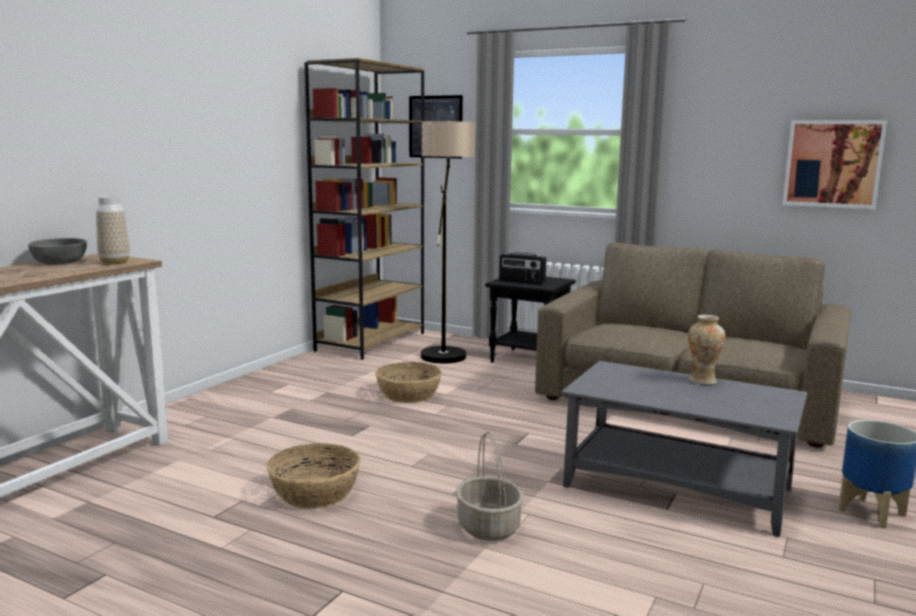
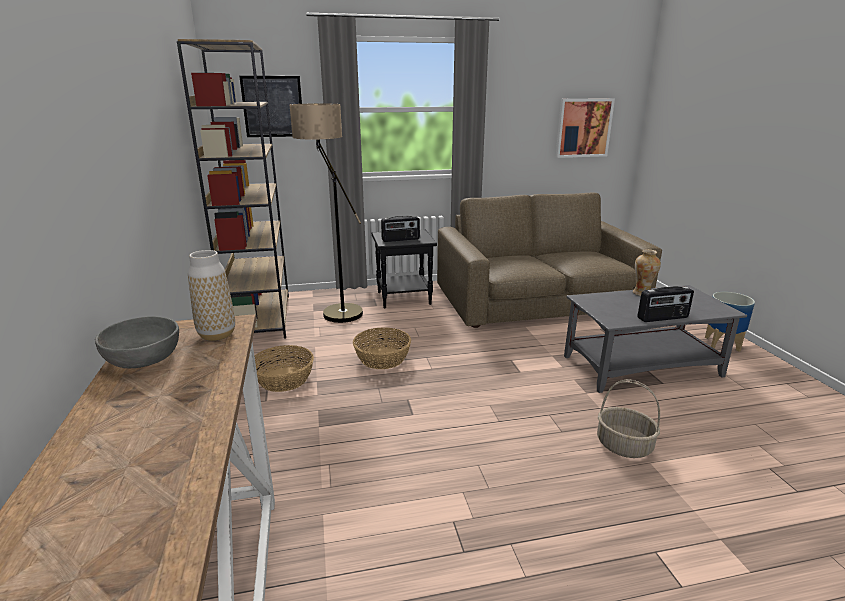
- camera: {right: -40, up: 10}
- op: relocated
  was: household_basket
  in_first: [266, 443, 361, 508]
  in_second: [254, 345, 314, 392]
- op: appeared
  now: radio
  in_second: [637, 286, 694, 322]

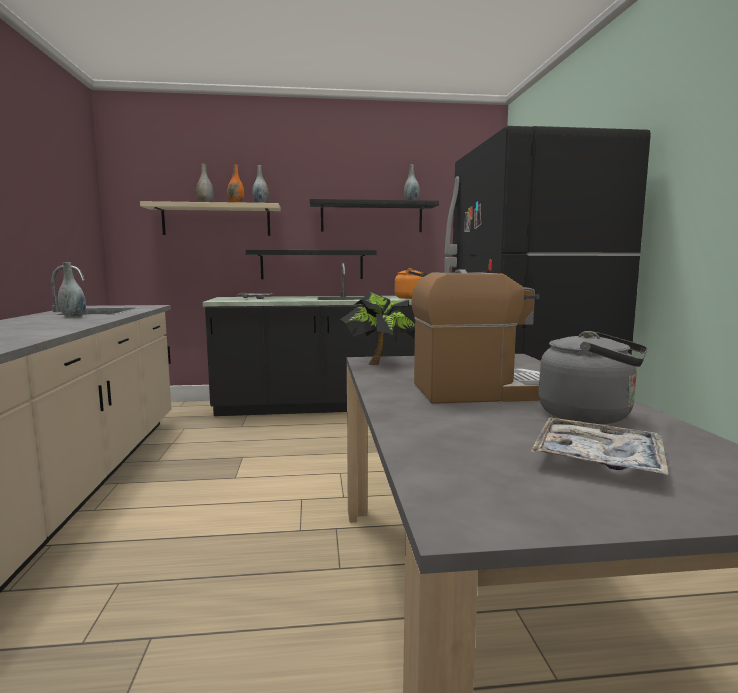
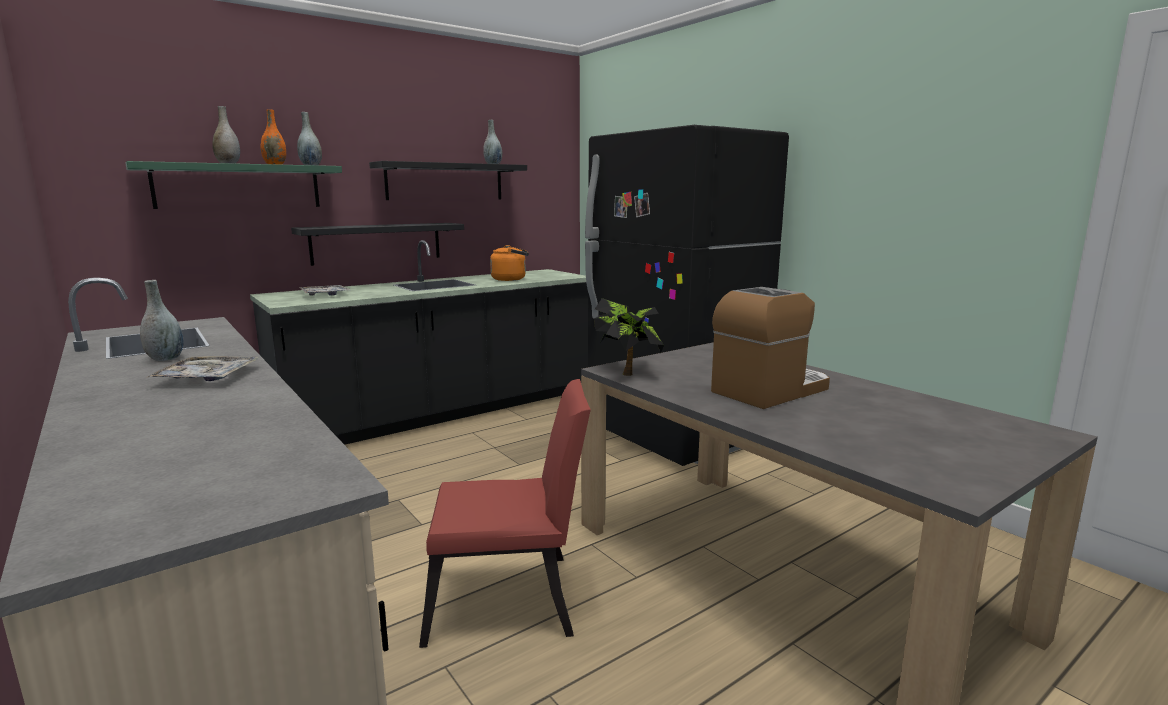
- camera: {right: -30, up: 5}
- op: colour
  was: beige-coloured_wall_shelf
  now: green-coloured_wall_shelf
  in_first: [140, 201, 281, 236]
  in_second: [125, 161, 342, 209]
- op: missing
  was: gray_tea_kettle
  in_first: [539, 331, 648, 424]
- op: relocated
  was: tray
  in_first: [531, 417, 668, 475]
  in_second: [146, 356, 259, 381]
- op: appeared
  now: reddish_plain_chair
  in_second: [419, 379, 591, 648]

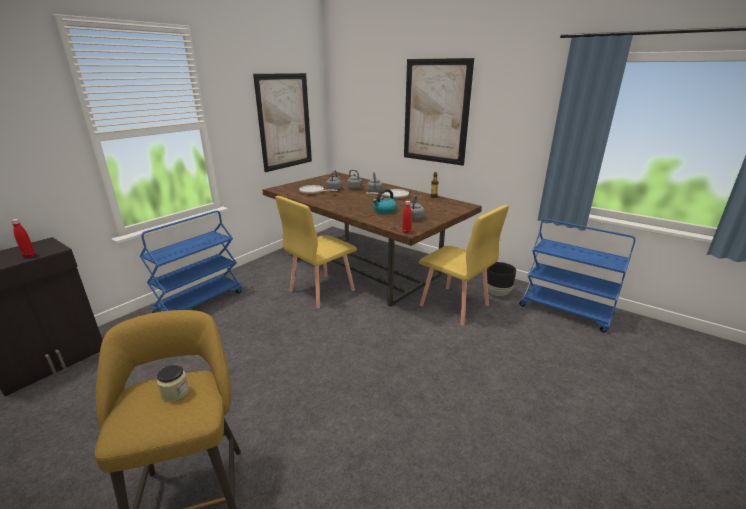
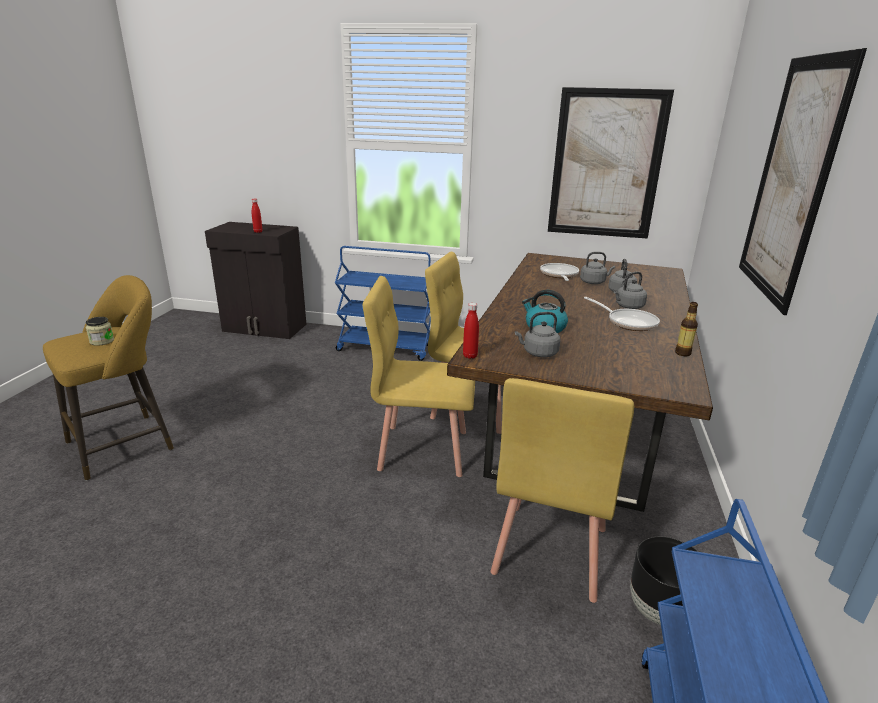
- camera: {right: 65, up: 0}
- op: appeared
  now: yellow-coloured_plain_chair
  in_second: [363, 276, 475, 477]

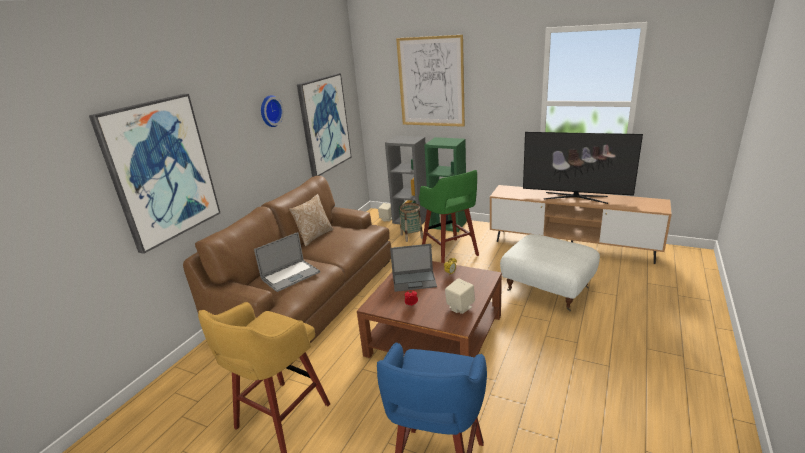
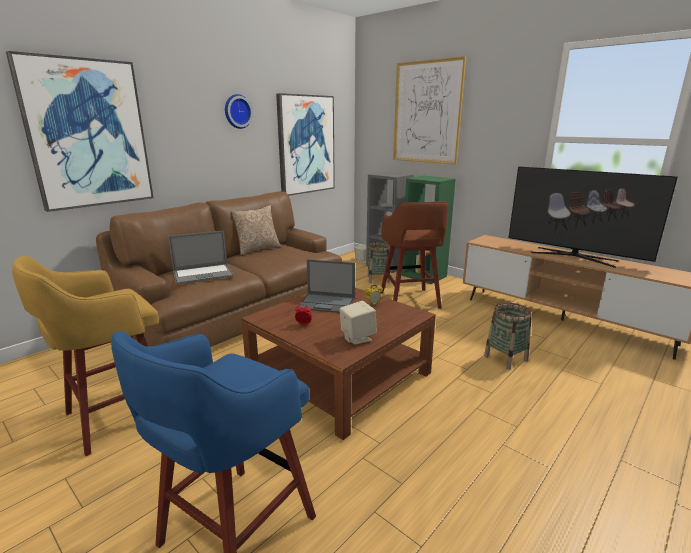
- camera: {right: 15, up: -5}
- op: colour
  was: green-coloured_stool_seat
  now: brownish_stool_seat
  in_first: [419, 170, 479, 263]
  in_second: [380, 202, 448, 309]
- op: exchanged
  was: white-coloured_ottoman
  now: household_basket
  in_first: [500, 234, 600, 311]
  in_second: [484, 303, 532, 370]

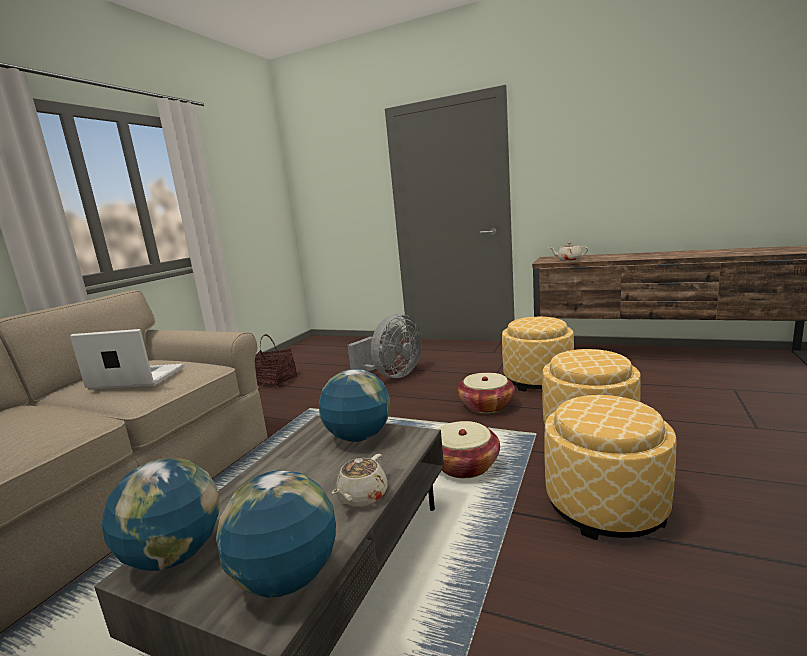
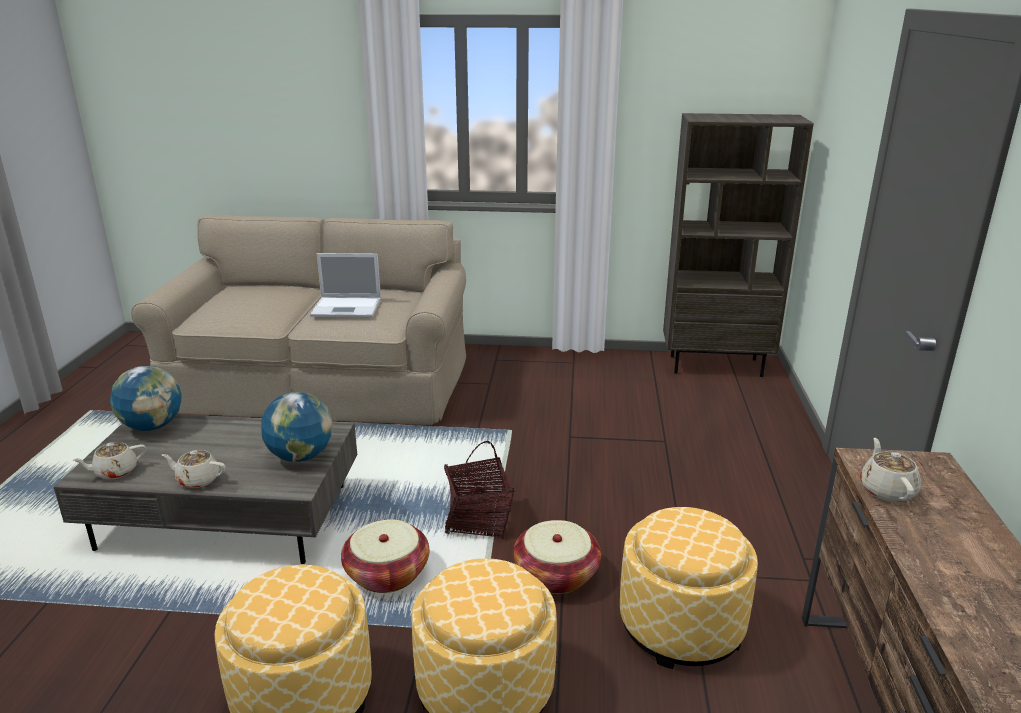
- camera: {right: 70, up: 10}
- op: missing
  was: gray_electric_fan
  in_first: [347, 314, 422, 378]
- op: spun
  was: notebook_computer
  in_first: [70, 329, 184, 390]
  in_second: [310, 253, 381, 317]
  clockwise: 105
- op: relocated
  was: household_basket
  in_first: [255, 334, 297, 388]
  in_second: [444, 441, 514, 539]
- op: exchanged
  was: desk_globe
  now: beige-coloured_pot_for_tea
  in_first: [216, 470, 336, 598]
  in_second: [72, 442, 146, 479]
- op: appeared
  now: brownish_bookshelf
  in_second: [663, 113, 814, 377]

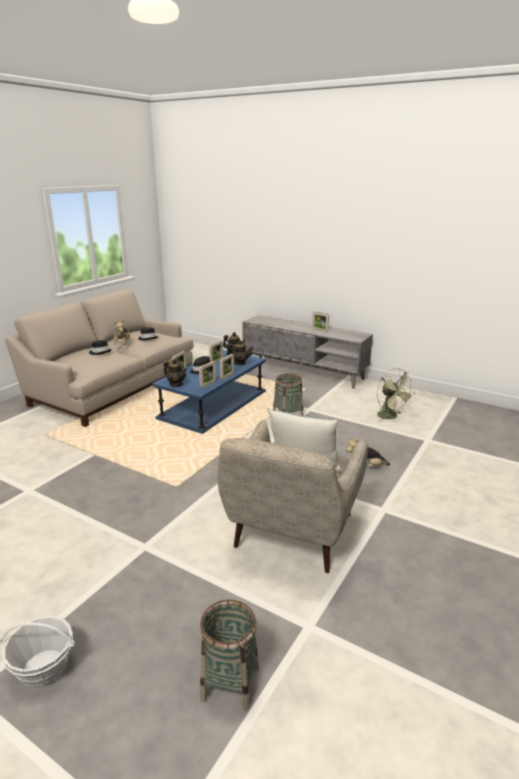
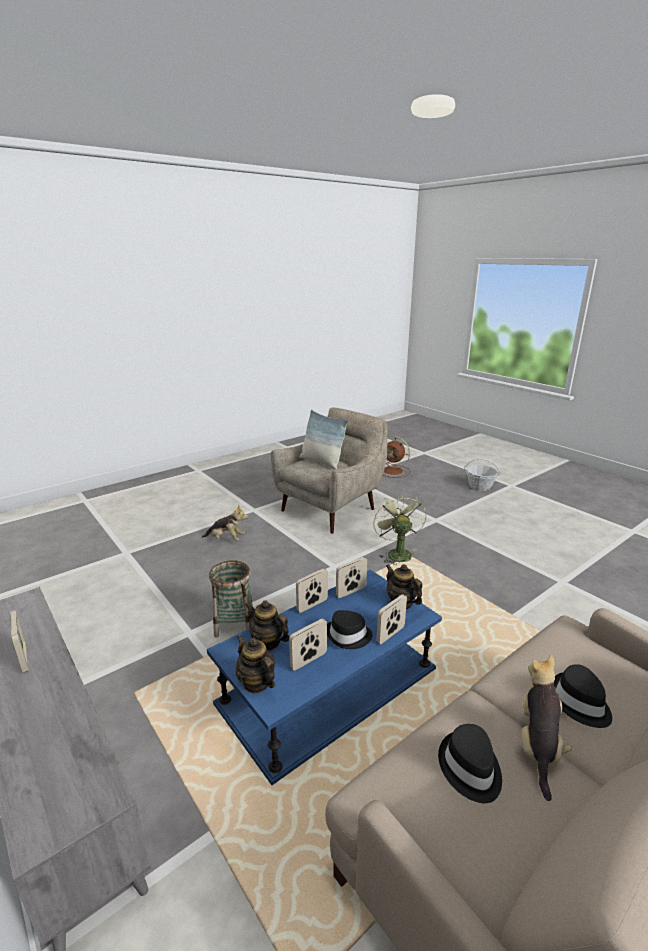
- camera: {right: -160, up: 0}
- op: relocated
  was: green-coloured_electric_fan
  in_first: [377, 368, 416, 422]
  in_second: [373, 493, 426, 565]
- op: exchanged
  was: household_basket
  now: brownish_electric_fan
  in_first: [200, 600, 259, 711]
  in_second: [383, 435, 410, 478]

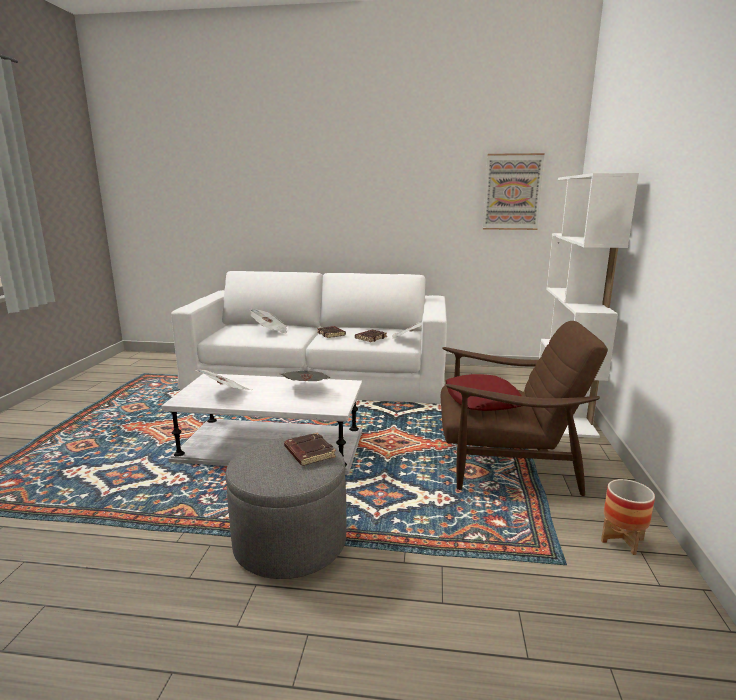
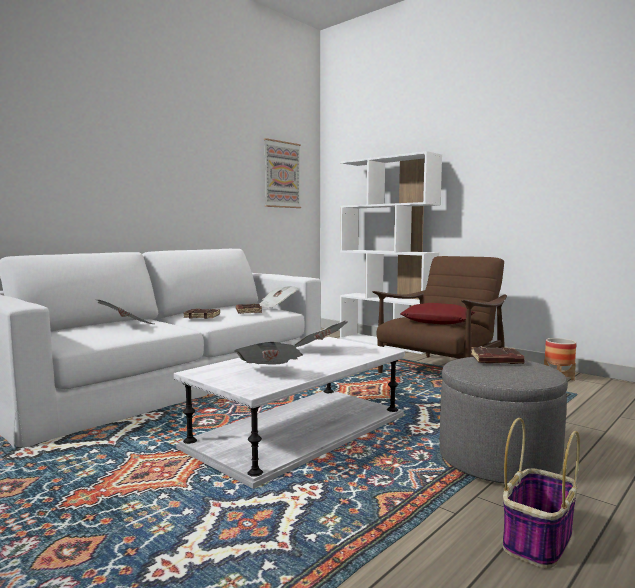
- camera: {right: -55, up: -10}
- op: appeared
  now: household_basket
  in_second: [503, 418, 580, 569]

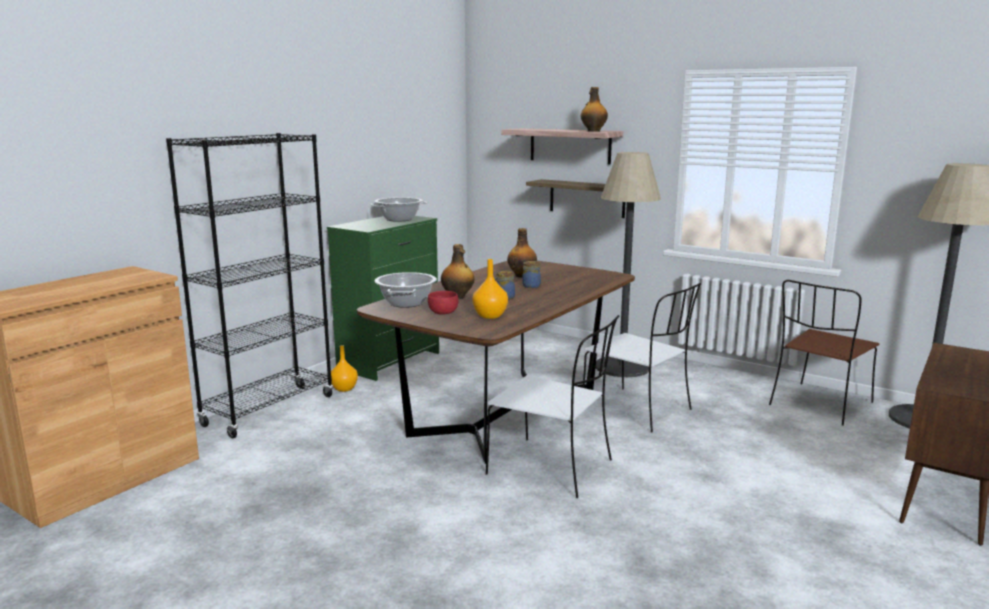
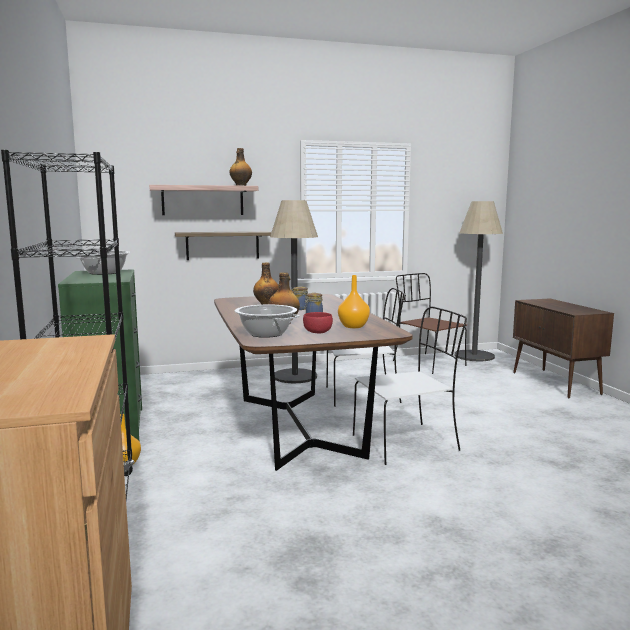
- camera: {right: -50, up: -5}
- op: spun
  was: brownish_plain_chair
  in_first: [769, 280, 880, 426]
  in_second: [393, 273, 467, 374]
  clockwise: 150

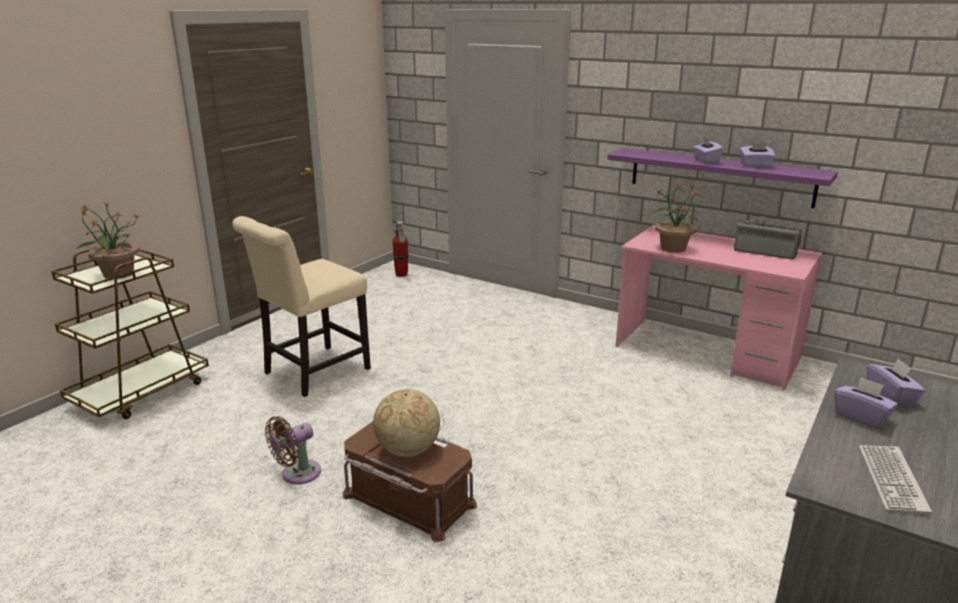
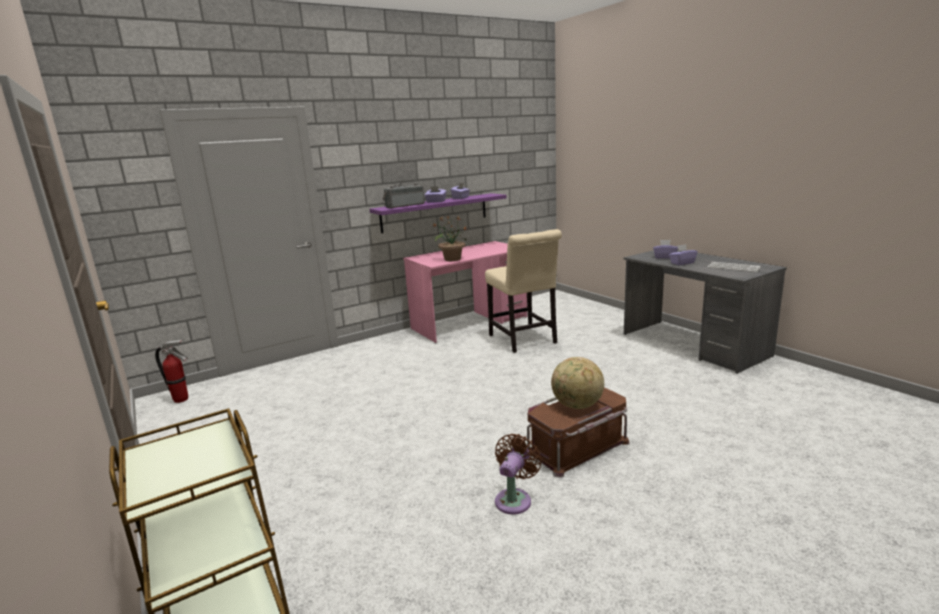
- camera: {right: -65, up: -5}
- op: missing
  was: potted_plant
  in_first: [76, 201, 140, 279]
- op: relocated
  was: beige-coloured_plain_chair
  in_first: [232, 216, 371, 397]
  in_second: [485, 229, 562, 353]
- op: relocated
  was: radio
  in_first: [734, 220, 802, 260]
  in_second: [383, 183, 425, 209]
- op: spun
  was: brownish_electric_fan
  in_first: [265, 416, 321, 484]
  in_second: [495, 434, 542, 515]
  clockwise: -135

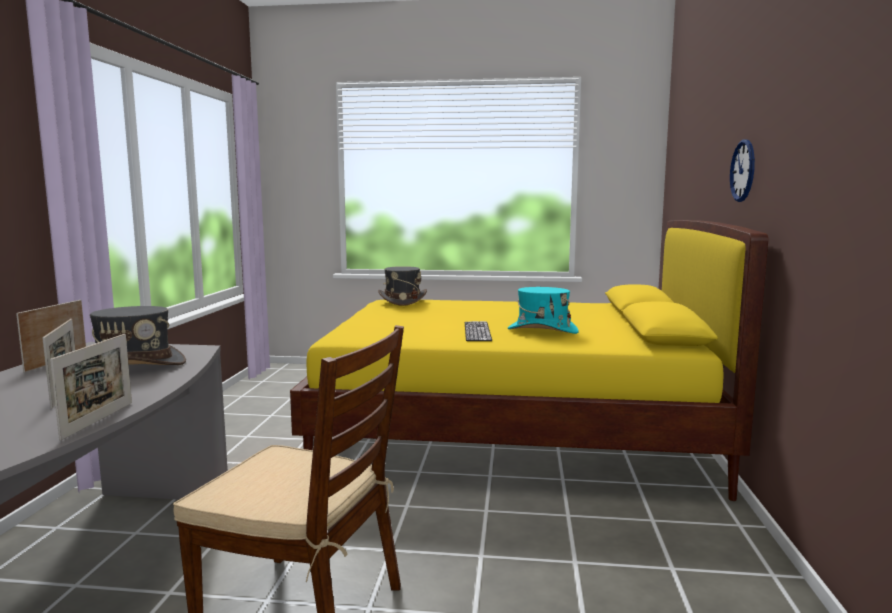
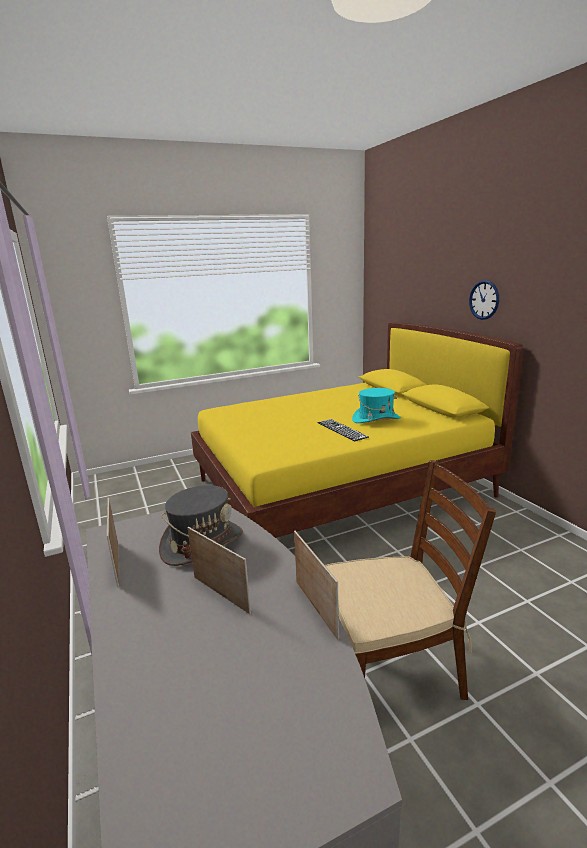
- camera: {right: -30, up: 10}
- op: missing
  was: gray_wearable_hat
  in_first: [378, 266, 427, 306]

